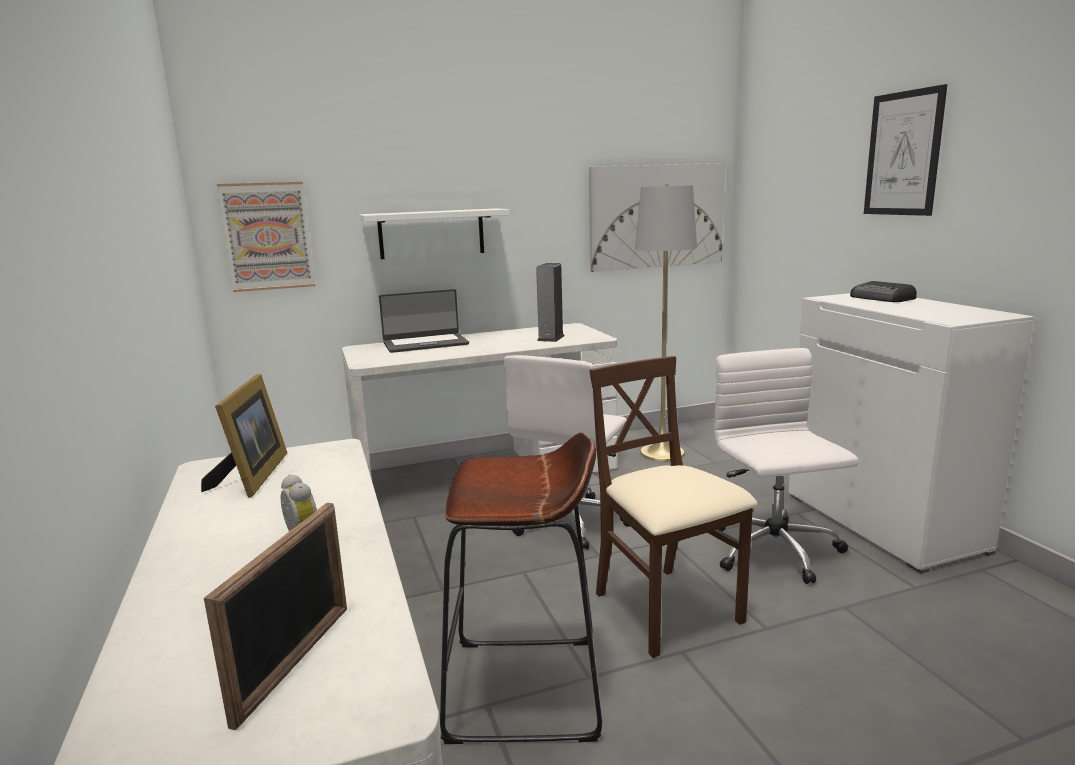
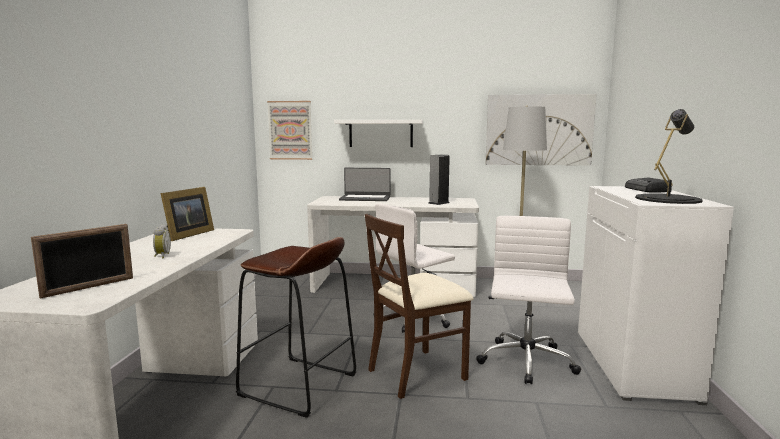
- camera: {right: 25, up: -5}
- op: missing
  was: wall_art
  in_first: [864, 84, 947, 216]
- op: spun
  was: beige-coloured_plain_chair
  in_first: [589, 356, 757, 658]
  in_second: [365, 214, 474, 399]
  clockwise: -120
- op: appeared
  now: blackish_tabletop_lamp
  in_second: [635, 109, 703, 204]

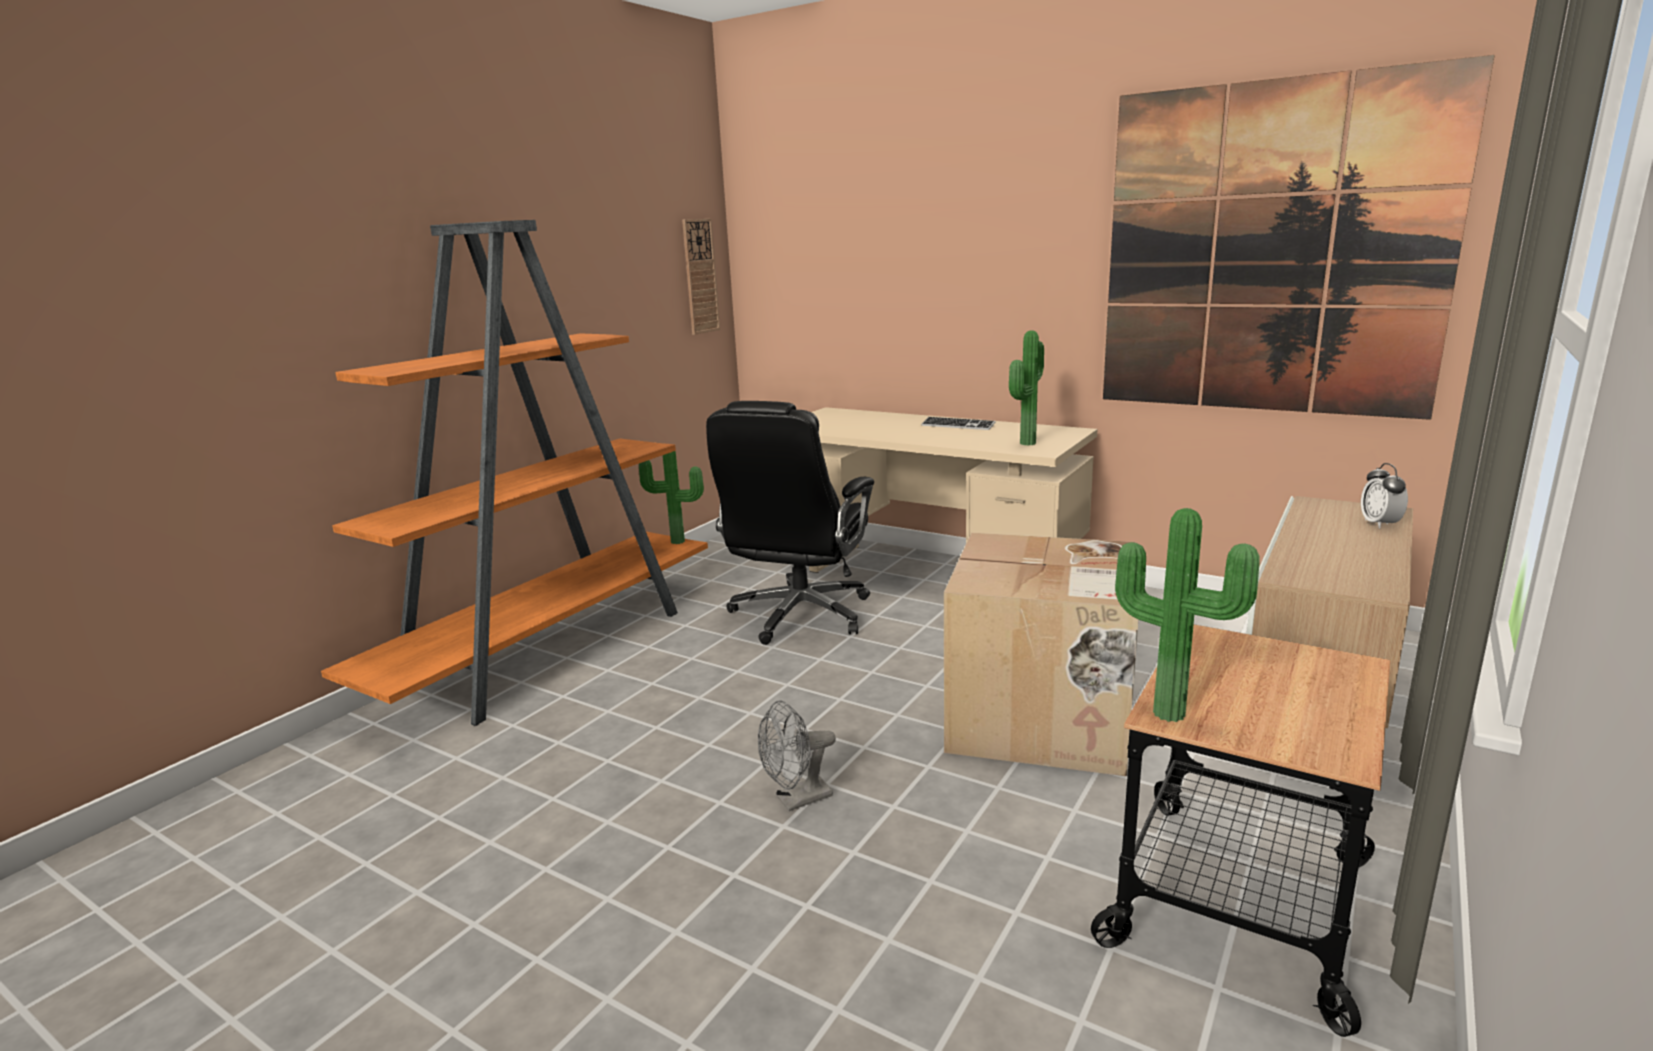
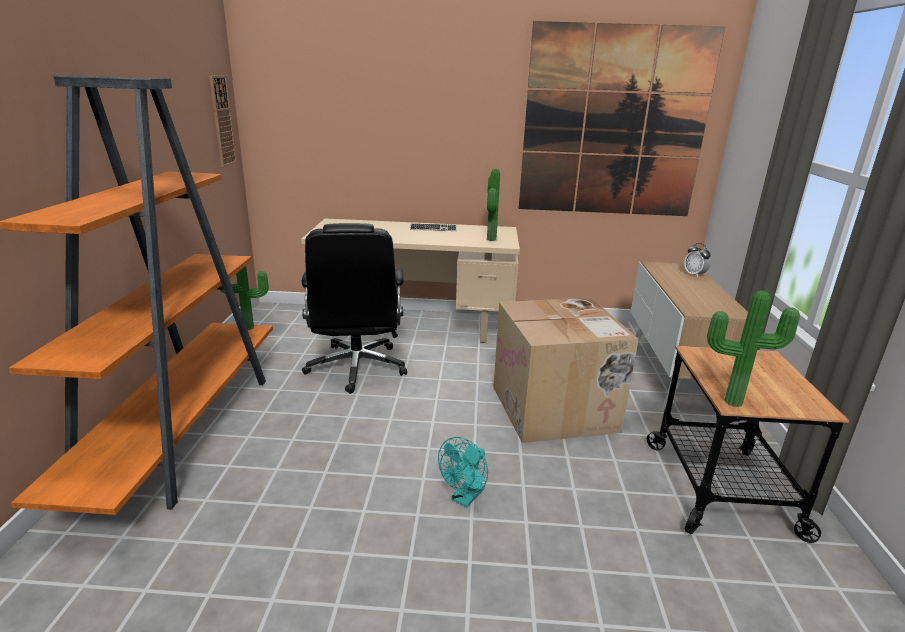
- camera: {right: -30, up: 5}
- op: colour
  was: gray_electric_fan
  now: turquoise-coloured_electric_fan
  in_first: [758, 700, 836, 811]
  in_second: [438, 437, 488, 507]

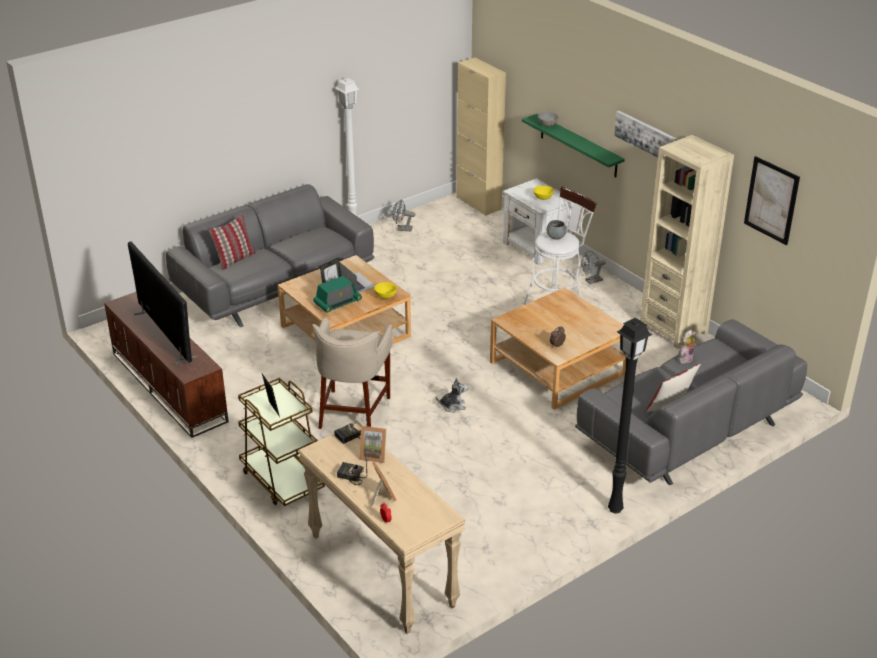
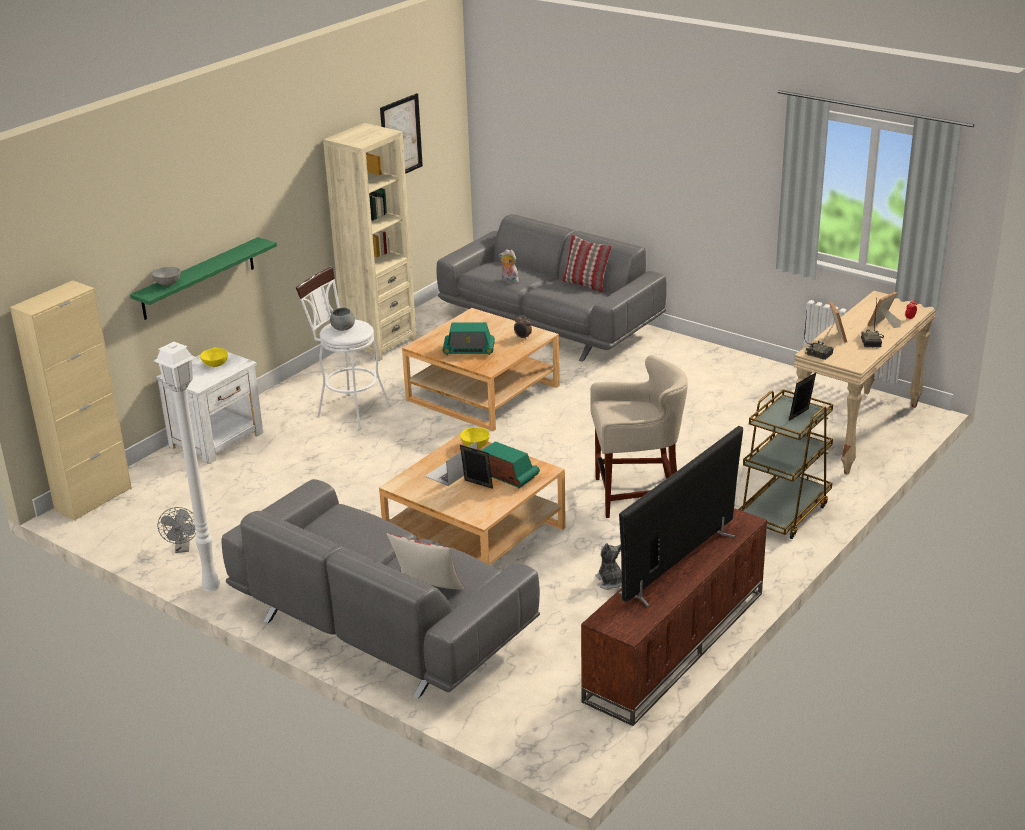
- camera: {right: -105, up: -5}
- op: missing
  was: wall_art
  in_first: [614, 111, 677, 158]
- op: missing
  was: gray_electric_fan
  in_first: [581, 251, 605, 284]
- op: missing
  was: blackish_standard_lamp
  in_first: [608, 318, 653, 514]
- op: relocated
  was: cuddly_toy
  in_first: [436, 378, 468, 412]
  in_second: [595, 543, 622, 590]
- op: appeared
  now: radio
  in_second: [443, 322, 495, 355]

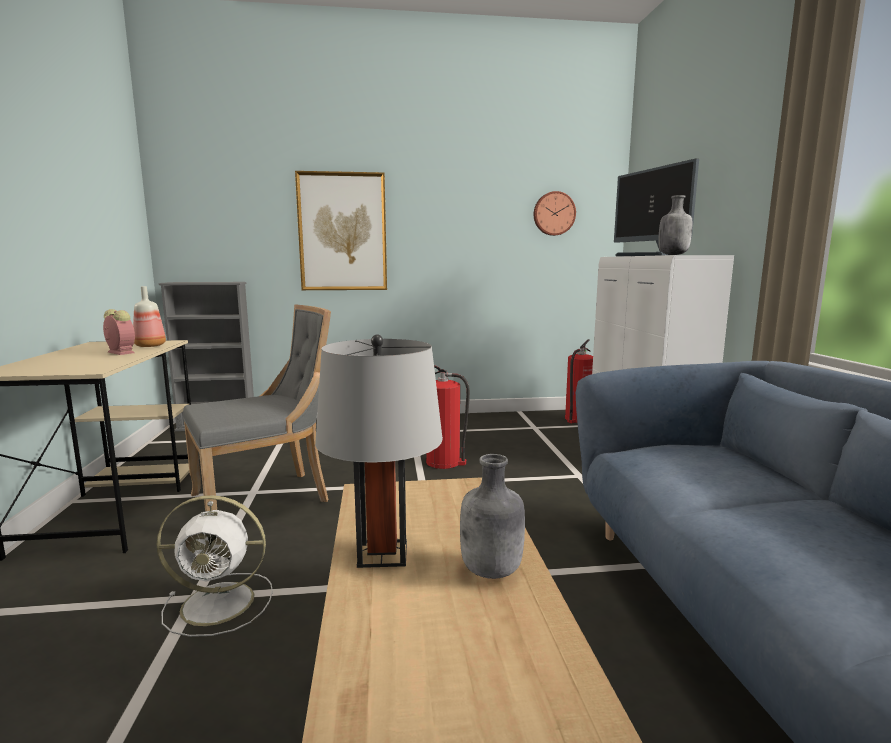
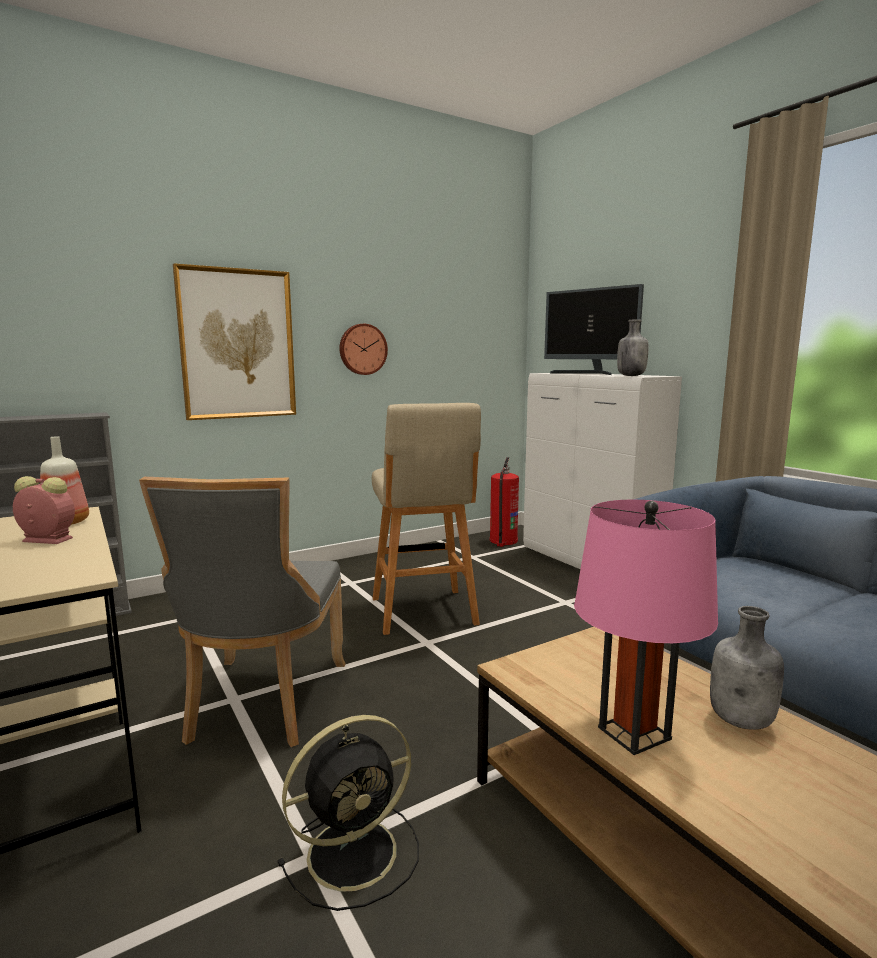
- camera: {right: -25, up: 0}
- op: relocated
  was: wall_clock
  in_first: [534, 191, 576, 236]
  in_second: [339, 324, 388, 375]
- op: spun
  was: gray_plain_chair
  in_first: [183, 304, 331, 511]
  in_second: [139, 477, 346, 747]
  clockwise: 150
- op: colour
  was: gray_tabletop_lamp
  now: pink-coloured_tabletop_lamp
  in_first: [315, 335, 443, 568]
  in_second: [574, 500, 718, 755]
- op: exchanged
  was: fire_extinguisher
  now: beige-coloured_stool_seat
  in_first: [426, 365, 470, 469]
  in_second: [372, 403, 481, 635]
- op: colour
  was: white-coloured_electric_fan
  now: blackish_electric_fan
  in_first: [157, 495, 273, 637]
  in_second: [278, 715, 419, 911]

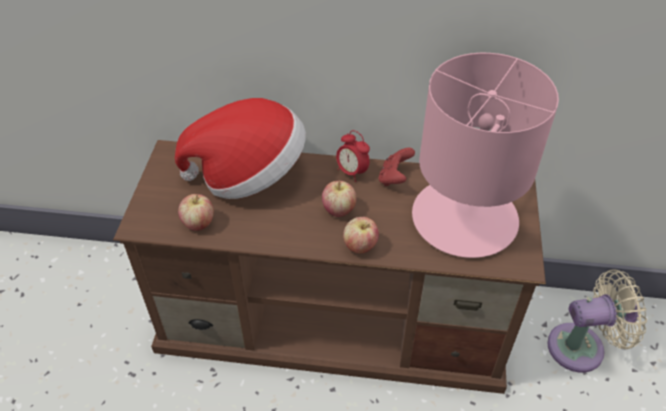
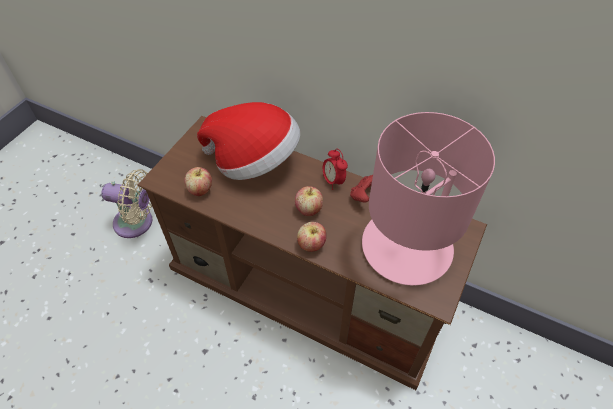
- camera: {right: 20, up: 5}
- op: relocated
  was: beige-coloured_electric_fan
  in_first: [547, 269, 647, 373]
  in_second: [101, 169, 152, 238]

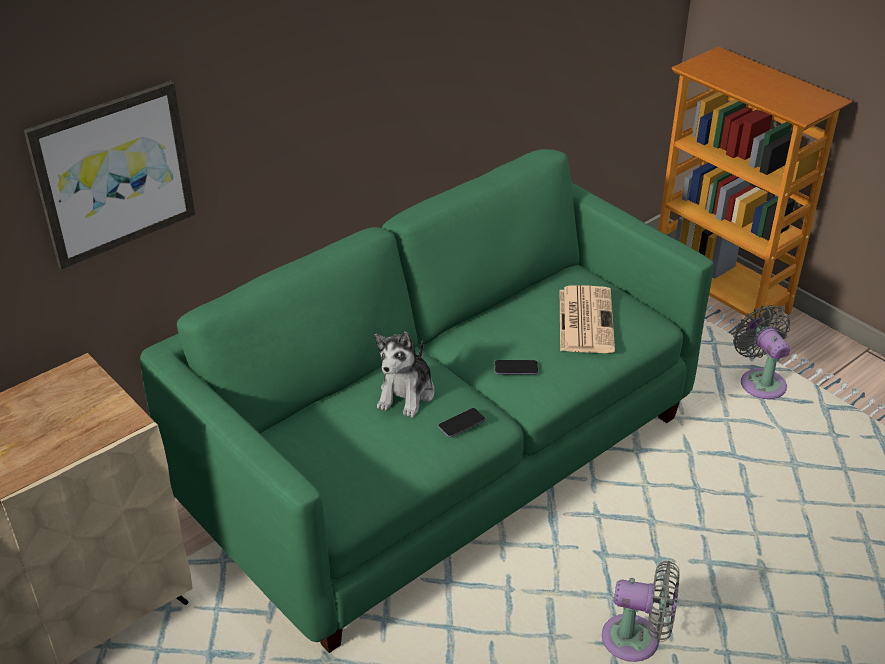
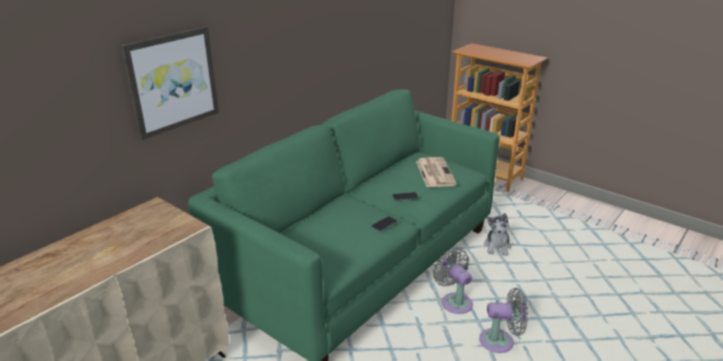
- camera: {right: -10, up: -10}
- op: relocated
  was: gray_electric_fan
  in_first: [733, 305, 790, 399]
  in_second: [433, 248, 473, 314]
- op: relocated
  was: cuddly_toy
  in_first: [374, 332, 435, 417]
  in_second: [484, 213, 511, 256]

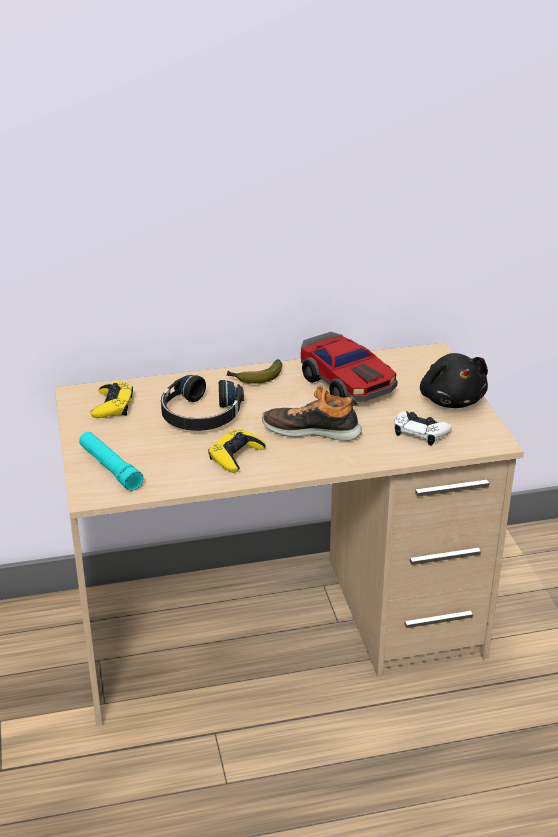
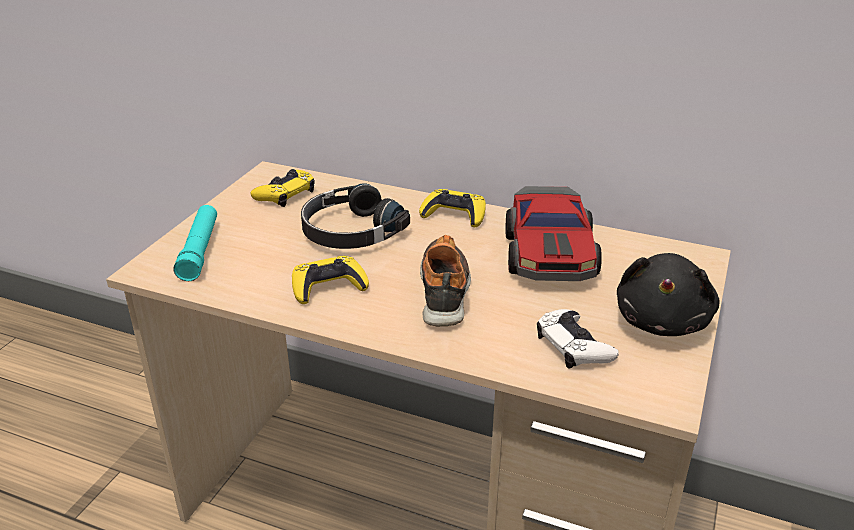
- camera: {right: 35, up: 0}
- op: exchanged
  was: banana
  now: yellow-coloured_gamepad
  in_first: [227, 359, 282, 384]
  in_second: [419, 189, 486, 227]
- op: spun
  was: item_of_footwear
  in_first: [262, 385, 362, 441]
  in_second: [420, 235, 471, 326]
  clockwise: 45

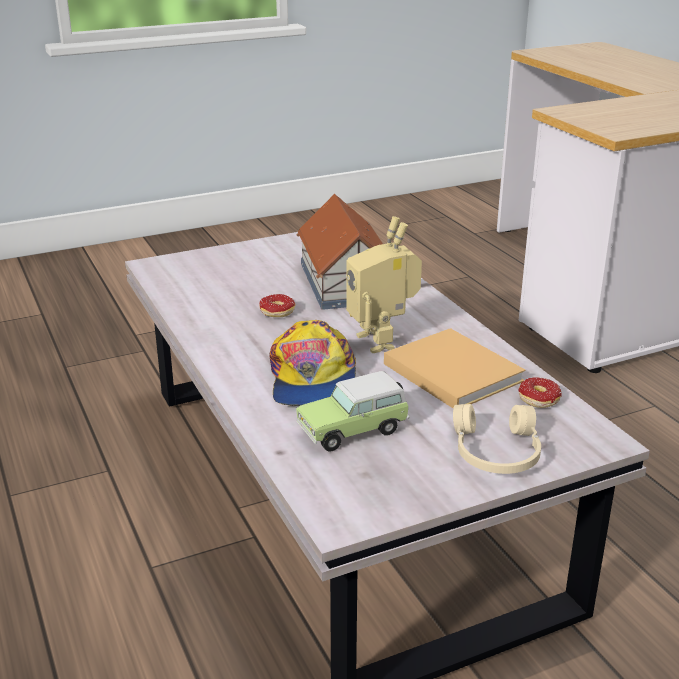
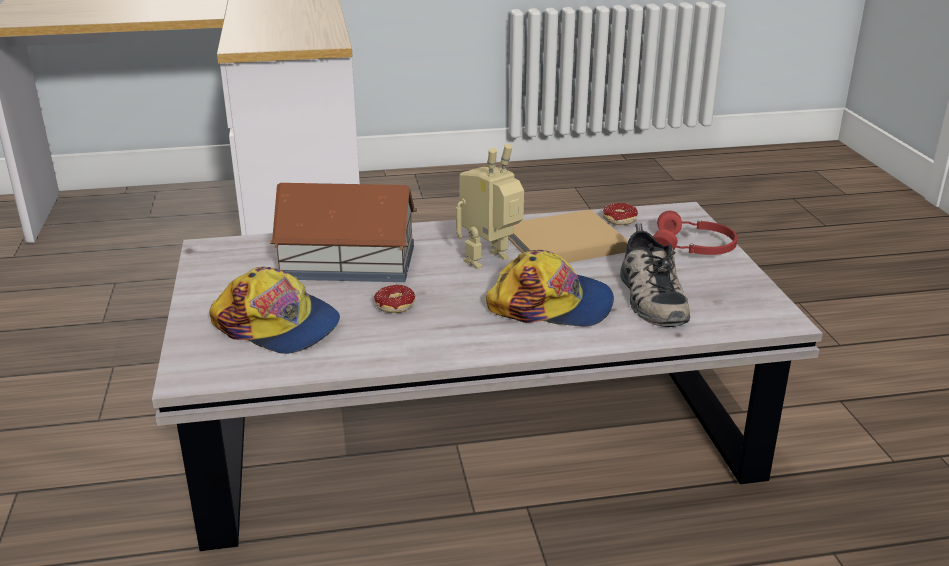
- camera: {right: -75, up: 0}
- op: spun
  was: toy_robot
  in_first: [346, 216, 422, 353]
  in_second: [456, 144, 524, 269]
  clockwise: 150
- op: exchanged
  was: model_car
  now: item_of_footwear
  in_first: [296, 371, 410, 451]
  in_second: [620, 223, 690, 327]
- op: colour
  was: beige-coloured_pair_of_headphones
  now: reddish_pair_of_headphones
  in_first: [453, 404, 541, 474]
  in_second: [653, 211, 738, 255]
- op: appeared
  now: baseball_cap
  in_second: [209, 267, 340, 354]

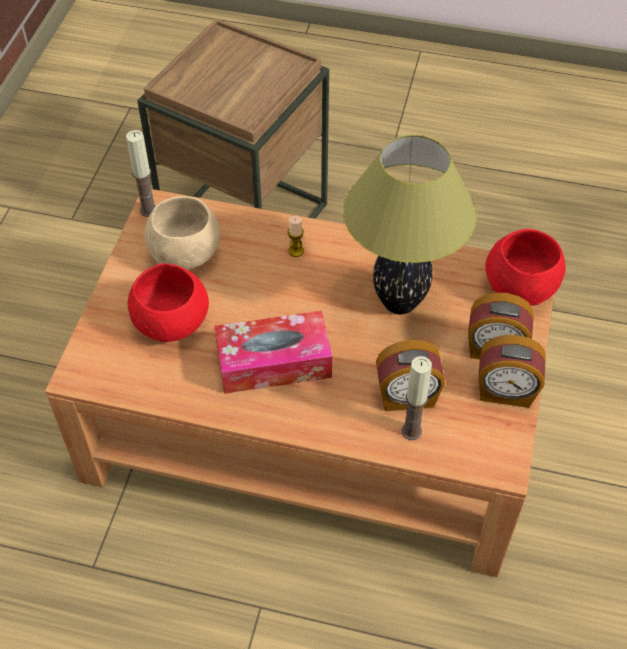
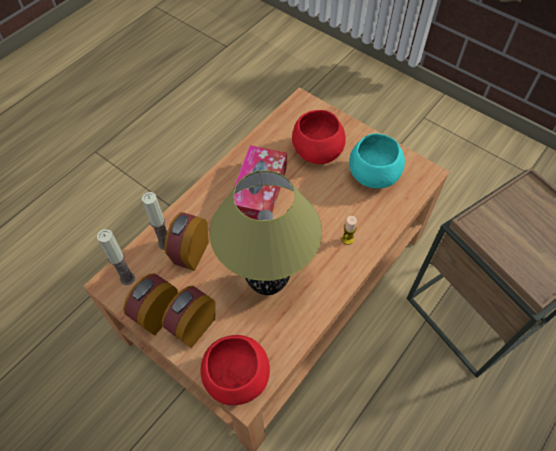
- camera: {right: 115, up: 5}
- op: relocated
  was: wax_light
  in_first: [126, 130, 156, 217]
  in_second: [97, 229, 135, 285]
- op: colour
  was: beige-coloured_deep_dish
  now: turquoise-coloured_deep_dish
  in_first: [145, 196, 220, 270]
  in_second: [349, 133, 405, 188]

